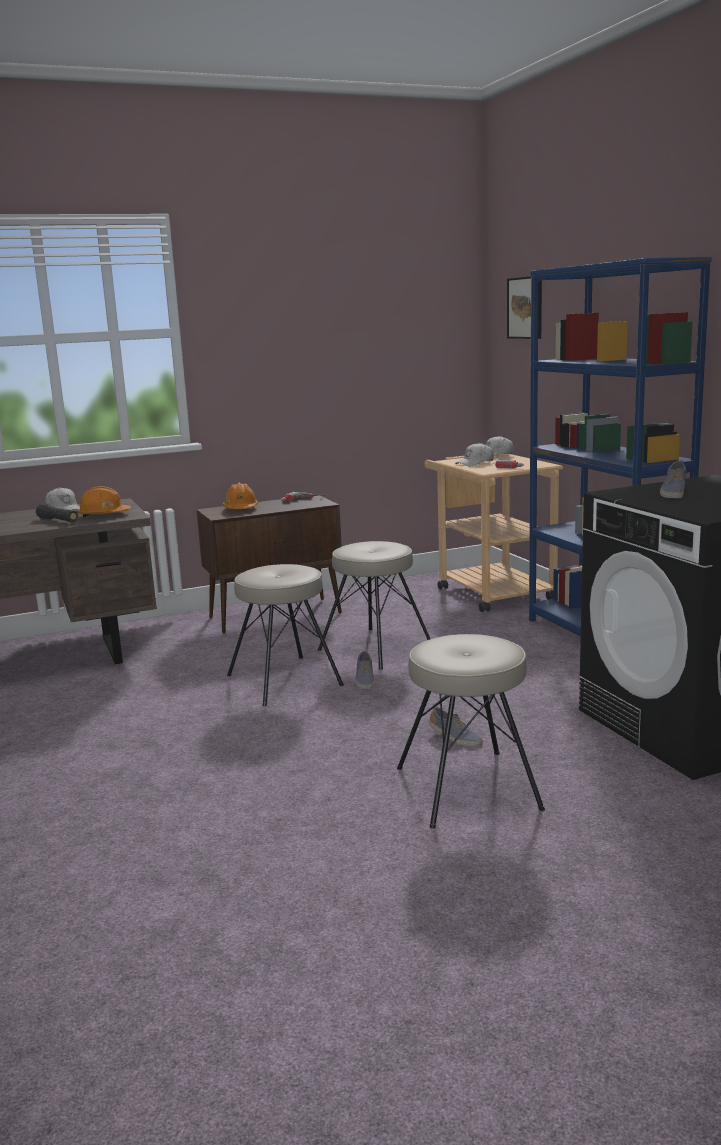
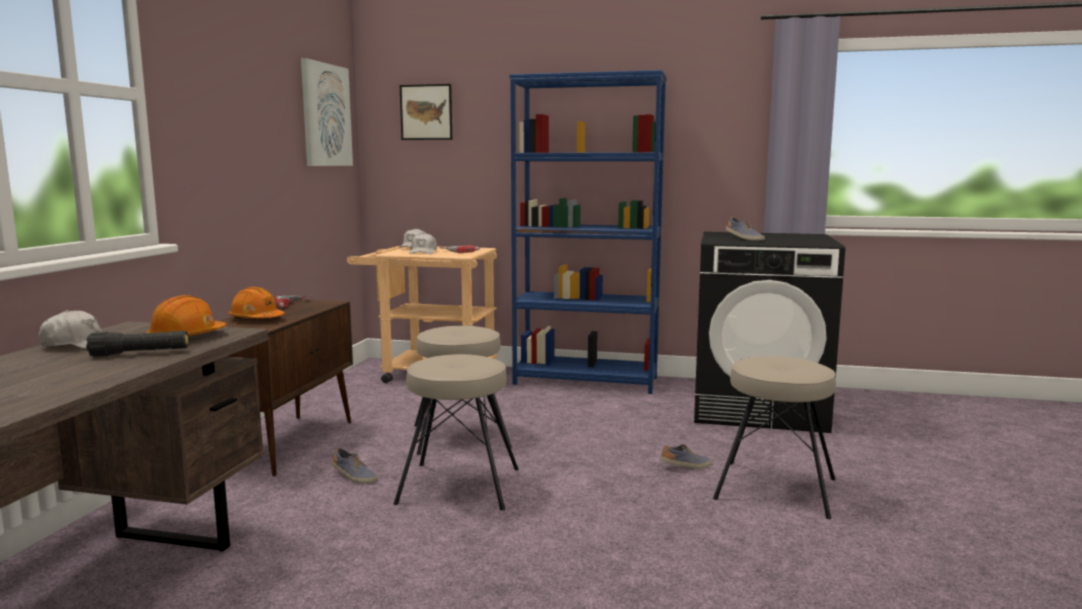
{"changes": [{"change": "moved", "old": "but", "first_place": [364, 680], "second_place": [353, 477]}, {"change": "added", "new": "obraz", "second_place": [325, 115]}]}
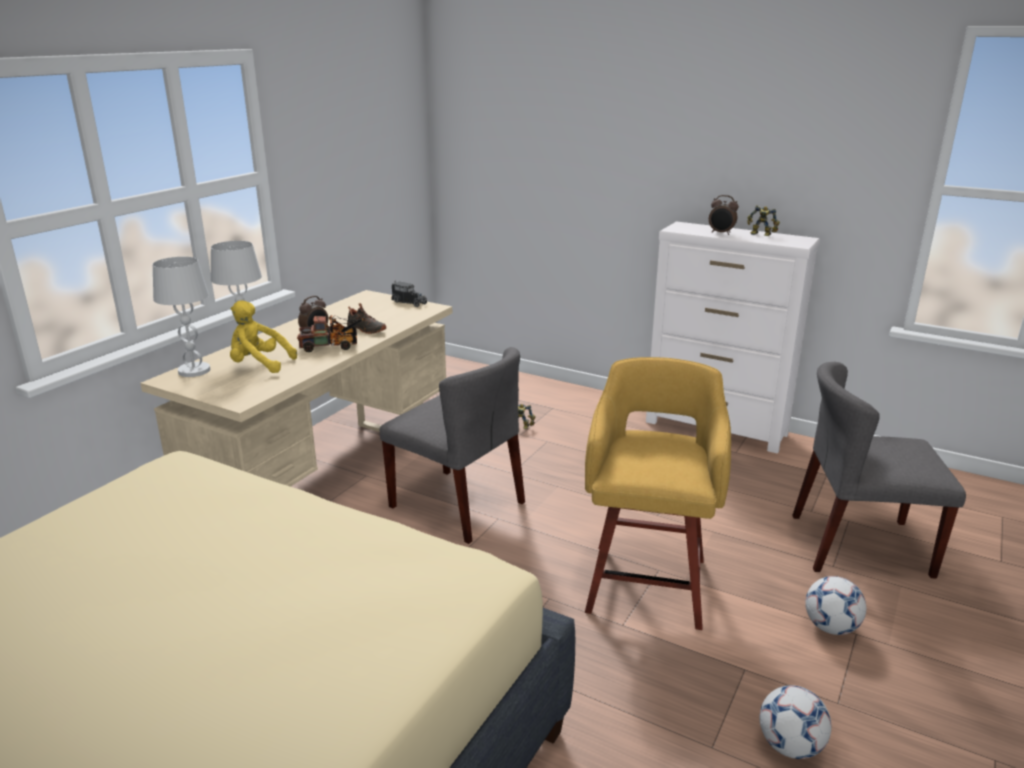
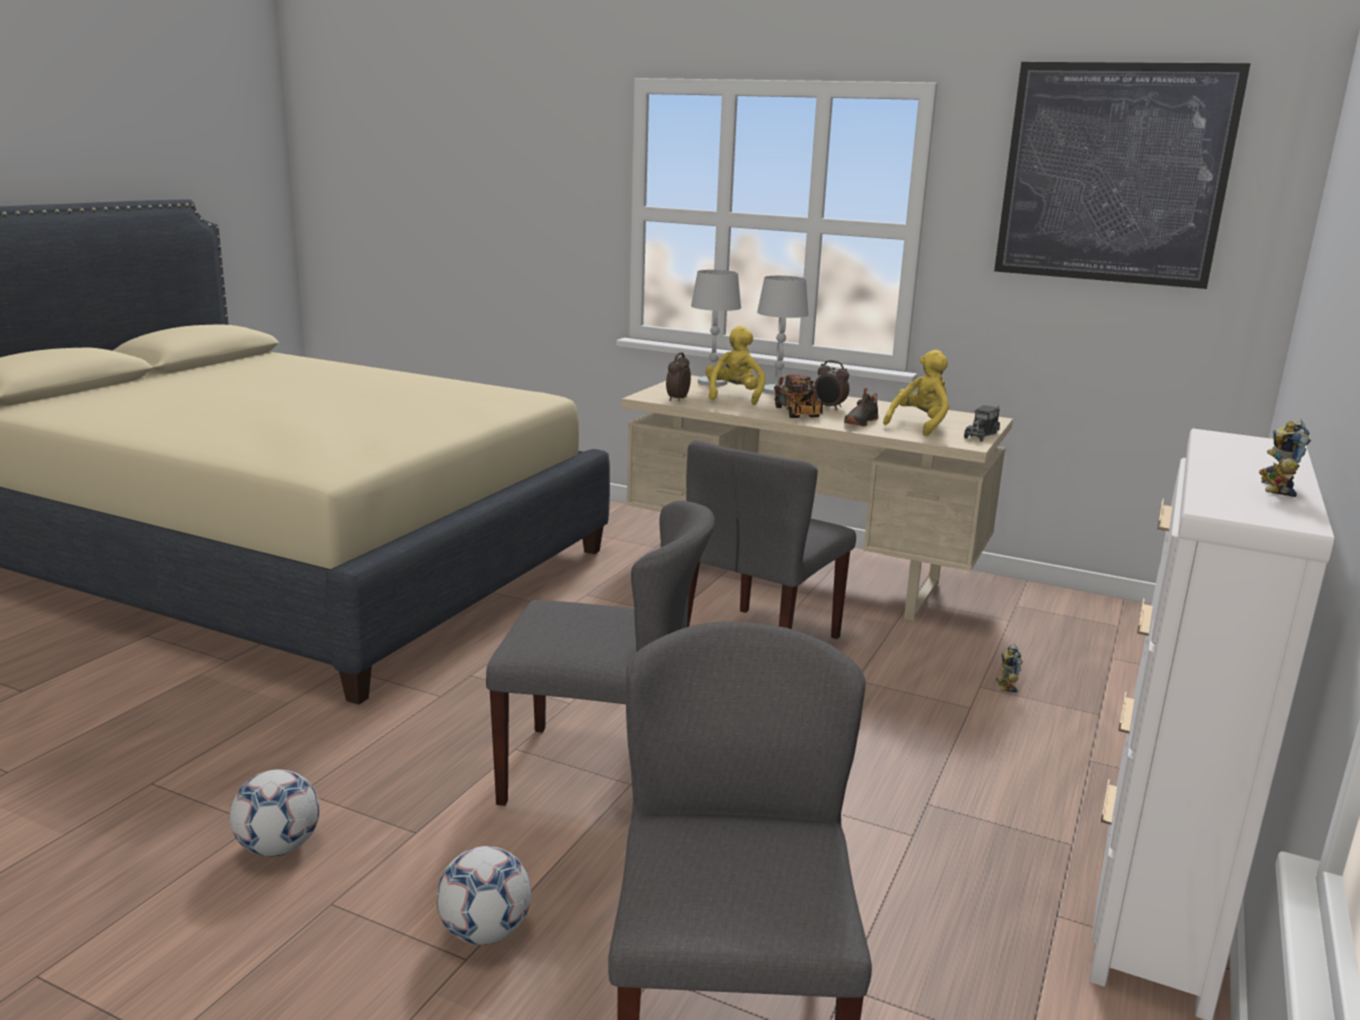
{"changes": [{"change": "moved", "old": "budzik", "first_place": [721, 233], "second_place": [677, 399]}, {"change": "replaced", "old": "stołek/żółty", "new": "krzesło/szary", "first_place": [648, 581], "second_place": [602, 773]}, {"change": "added", "new": "obraz", "second_place": [1113, 174]}, {"change": "added", "new": "pluszak/żółty", "second_place": [920, 425]}]}
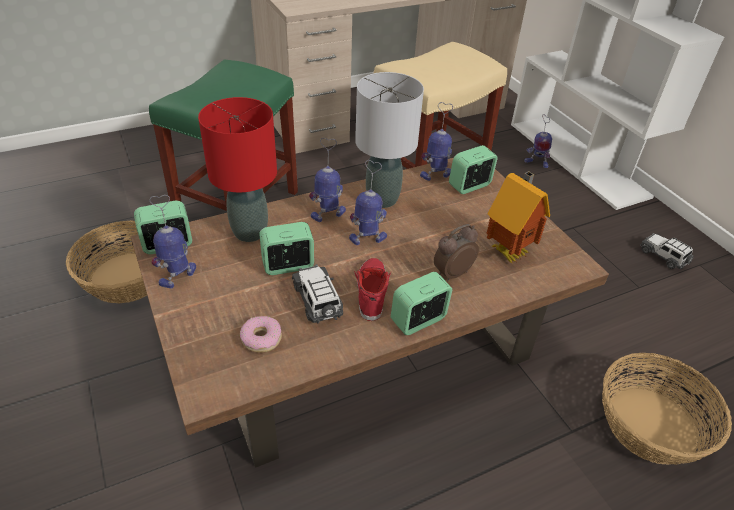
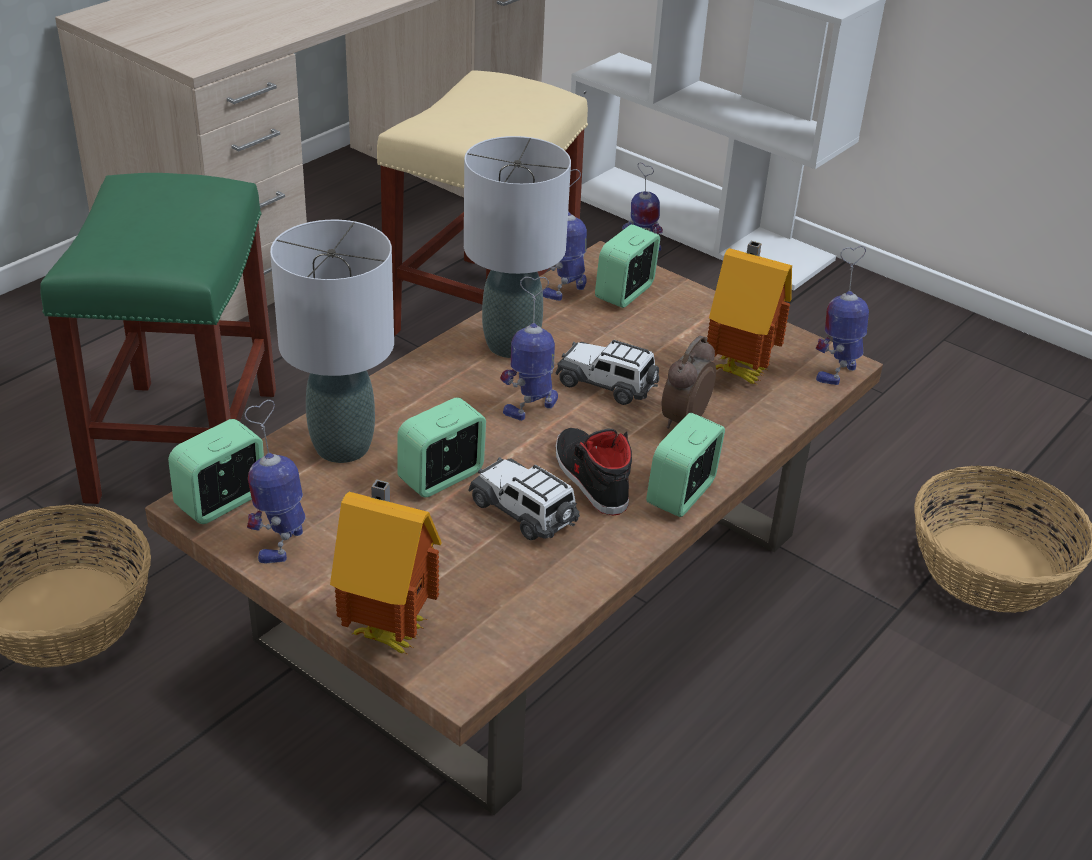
{"changes": [{"change": "recoloured", "old": "lampa stołowa/czerwony", "new": "lampa stołowa/szary", "first_place": [249, 232], "second_place": [341, 447]}, {"change": "moved", "old": "robot zabawkowy", "first_place": [329, 214], "second_place": [837, 371]}, {"change": "moved", "old": "samochodzik", "first_place": [663, 256], "second_place": [607, 384]}, {"change": "recoloured", "old": "but/czerwony", "new": "but/czarny", "first_place": [370, 291], "second_place": [589, 477]}, {"change": "removed", "old": "donut", "first_place": [261, 338]}, {"change": "added", "new": "domek", "second_place": [390, 630]}]}
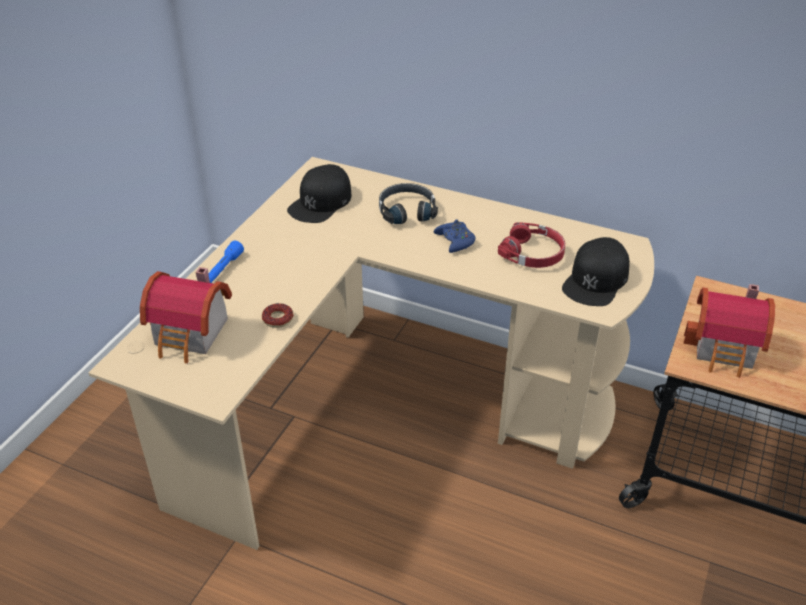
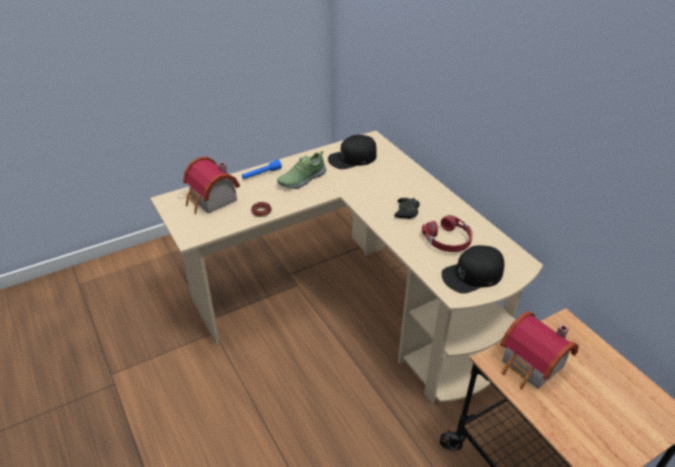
{"changes": [{"change": "removed", "old": "słuchawki/czarny", "first_place": [406, 210]}, {"change": "recoloured", "old": "pad do gier/niebieski", "new": "pad do gier/czarny", "first_place": [455, 241], "second_place": [407, 211]}, {"change": "added", "new": "but", "second_place": [301, 179]}]}
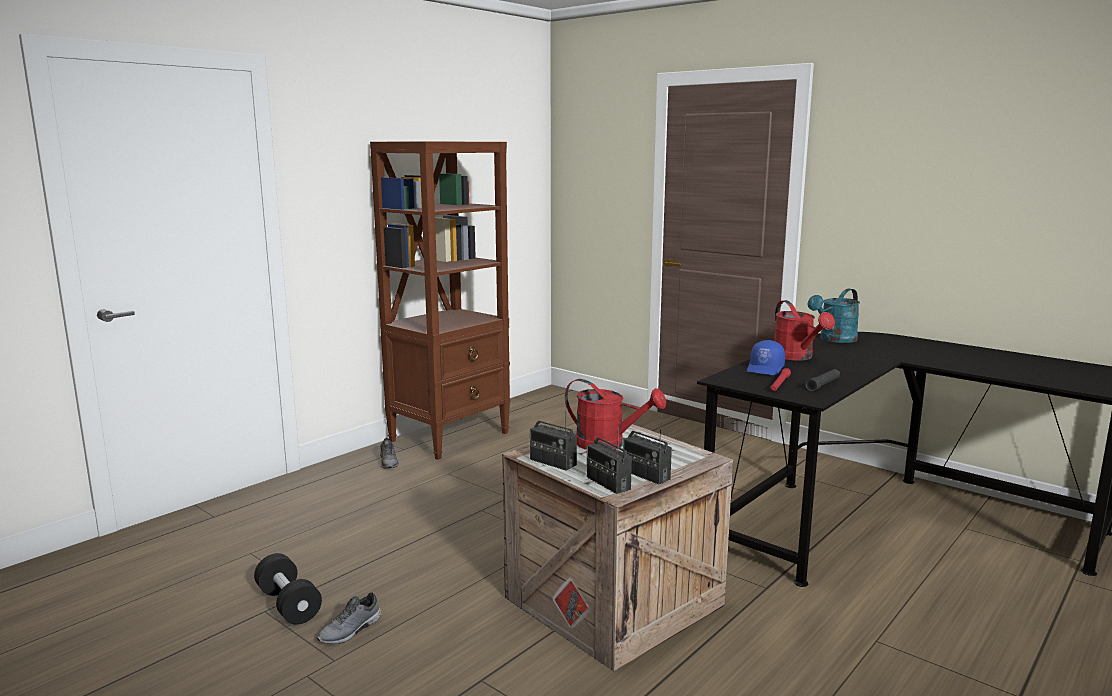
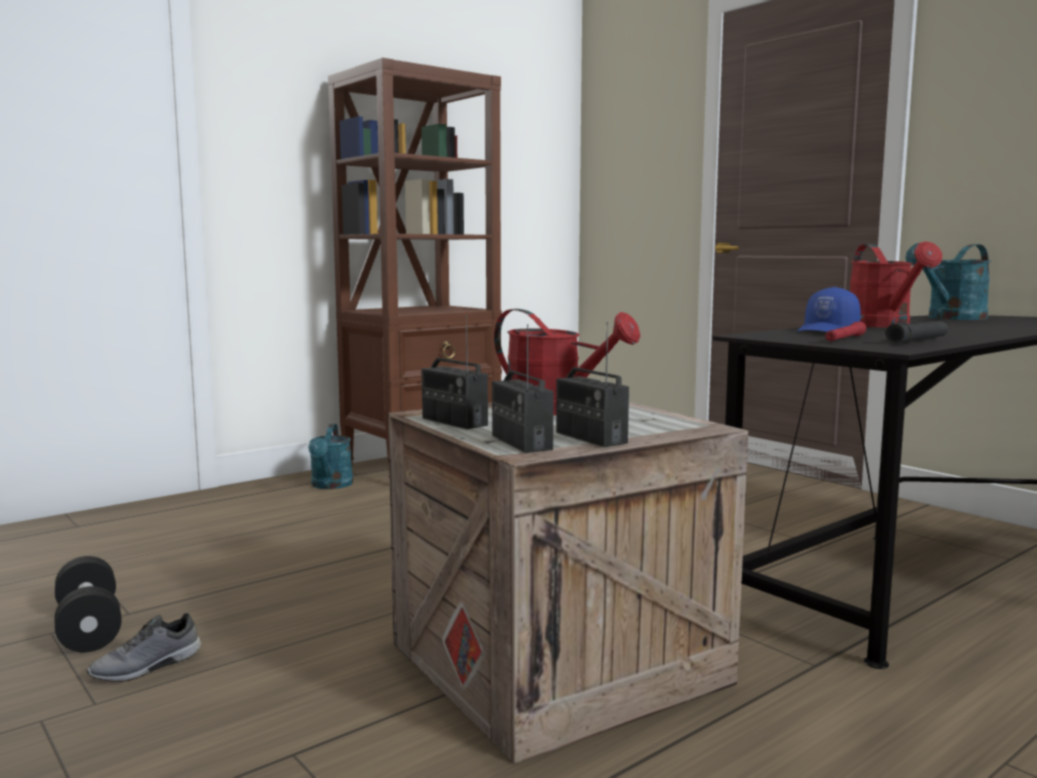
{"changes": [{"change": "replaced", "old": "but/szary", "new": "konewka/turkusowy", "first_place": [389, 462], "second_place": [331, 485]}]}
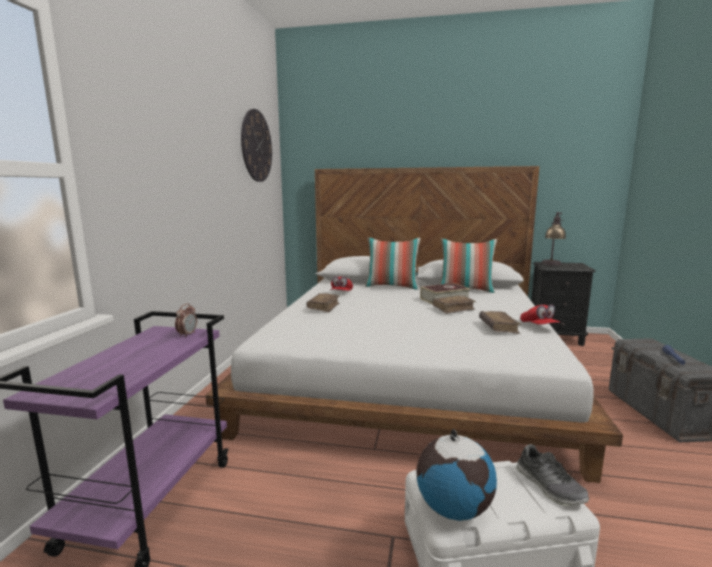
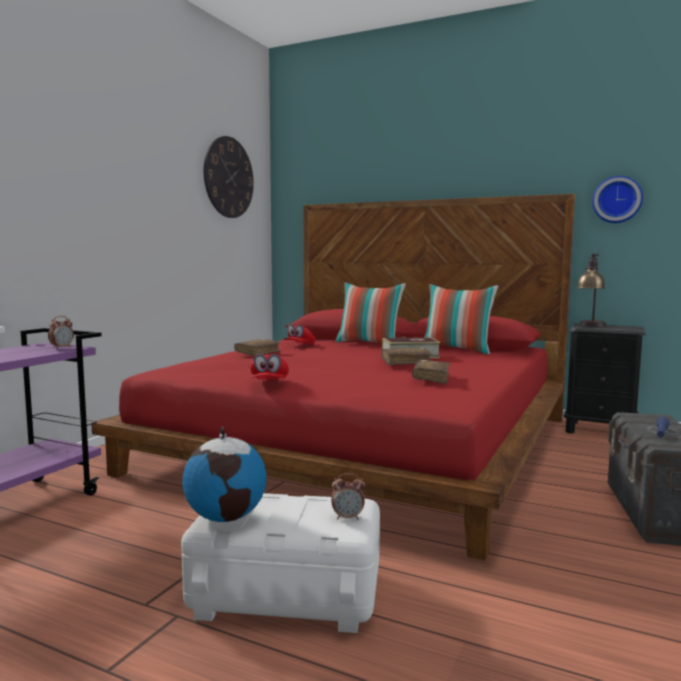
{"changes": [{"change": "recoloured", "old": "łóżko/biały", "new": "łóżko/czerwony", "first_place": [409, 371], "second_place": [364, 443]}, {"change": "moved", "old": "czapka z daszkiem/czerwony", "first_place": [539, 326], "second_place": [269, 384]}, {"change": "replaced", "old": "but", "new": "budzik", "first_place": [549, 487], "second_place": [348, 517]}, {"change": "added", "new": "zegar ścienny", "second_place": [617, 200]}]}
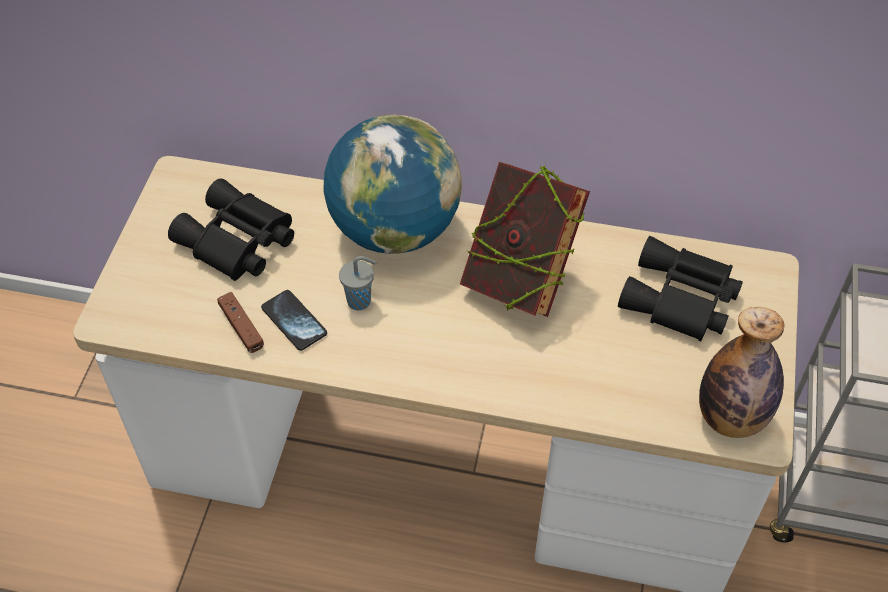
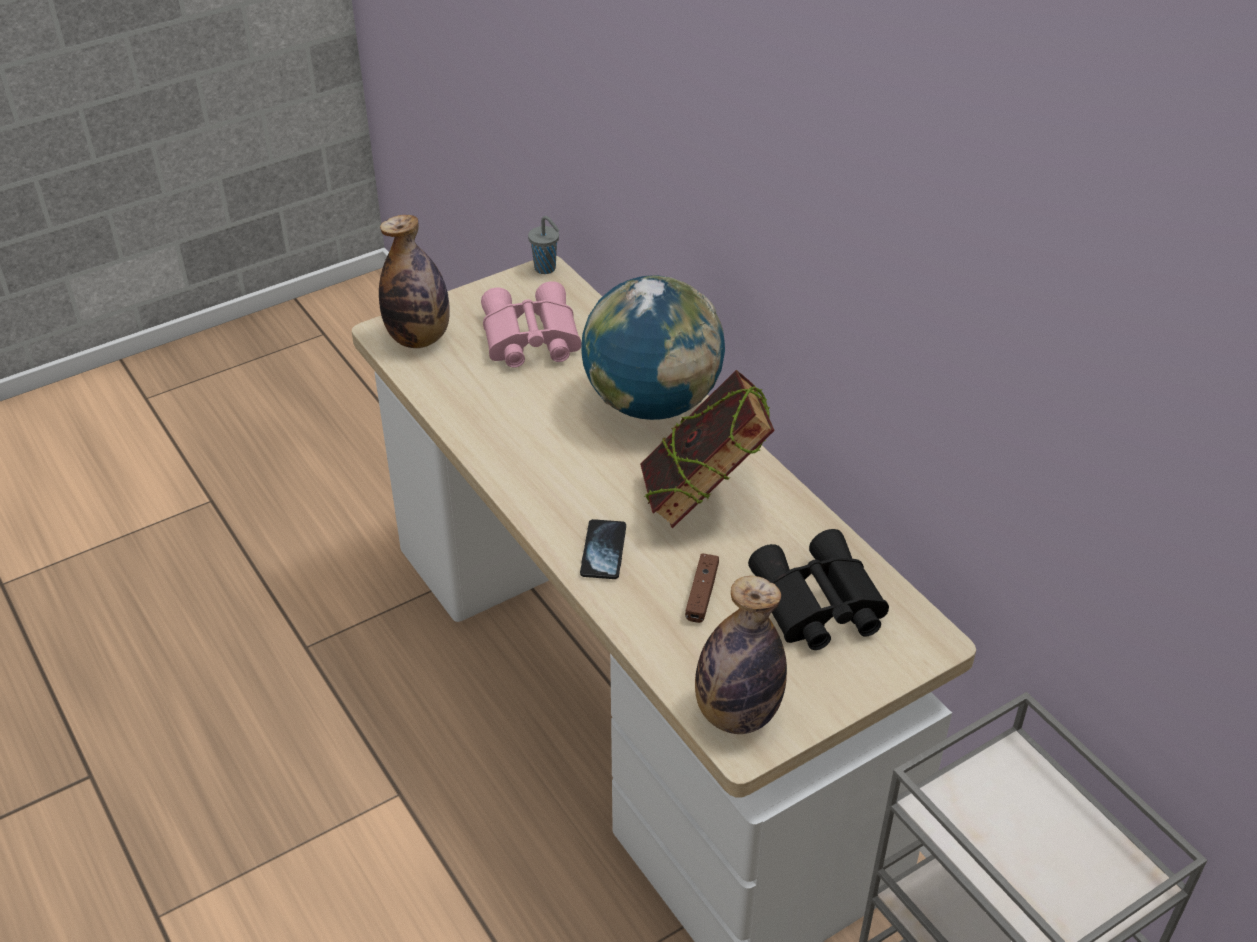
{"changes": [{"change": "recoloured", "old": "lornetka/czarny", "new": "lornetka/różowy", "first_place": [236, 242], "second_place": [528, 339]}, {"change": "moved", "old": "filiżanka/szary", "first_place": [360, 301], "second_place": [546, 269]}, {"change": "moved", "old": "telefon", "first_place": [294, 321], "second_place": [603, 551]}, {"change": "moved", "old": "pad do gier/brązowy", "first_place": [241, 327], "second_place": [702, 594]}, {"change": "added", "new": "butelka", "second_place": [419, 338]}]}
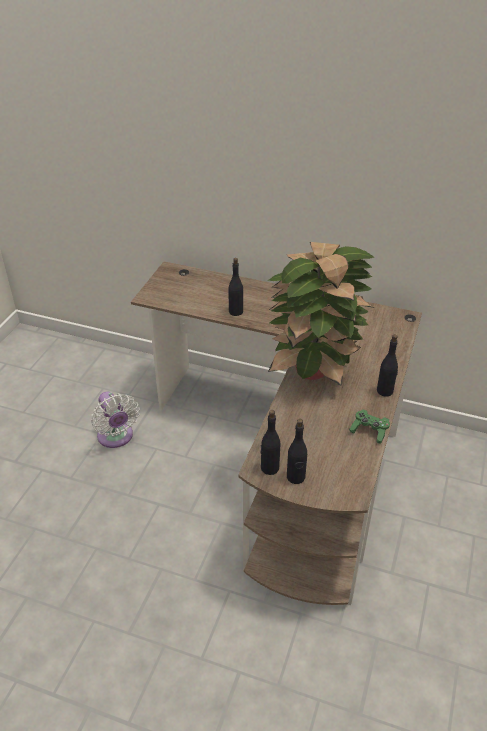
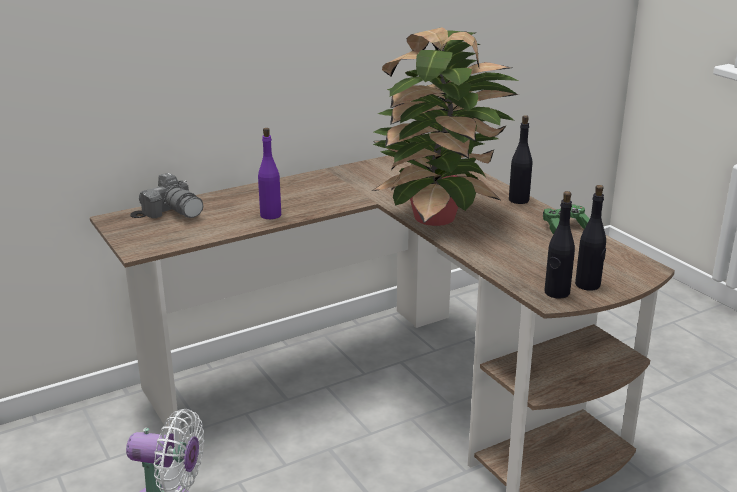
{"changes": [{"change": "recoloured", "old": "butelka/czarny", "new": "butelka/fioletowy", "first_place": [236, 311], "second_place": [270, 215]}, {"change": "added", "new": "aparat fotograficzny", "second_place": [174, 211]}]}
